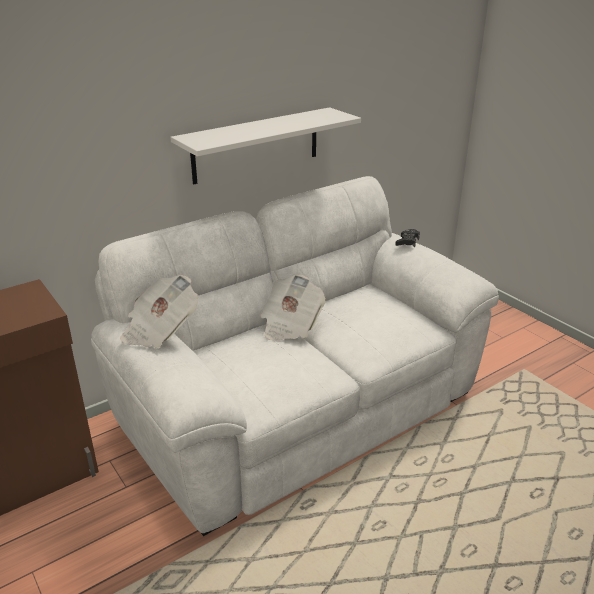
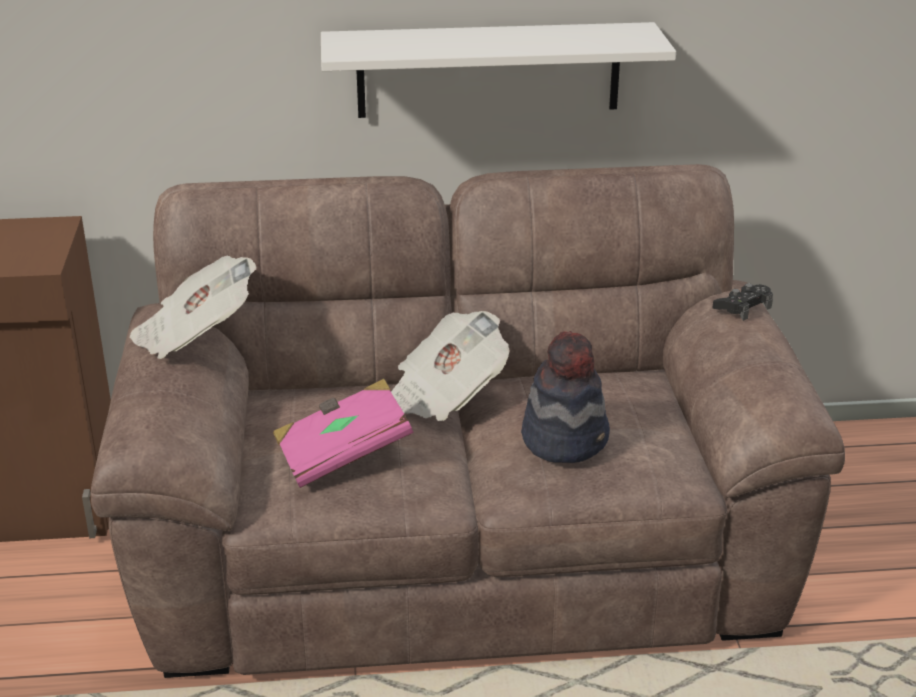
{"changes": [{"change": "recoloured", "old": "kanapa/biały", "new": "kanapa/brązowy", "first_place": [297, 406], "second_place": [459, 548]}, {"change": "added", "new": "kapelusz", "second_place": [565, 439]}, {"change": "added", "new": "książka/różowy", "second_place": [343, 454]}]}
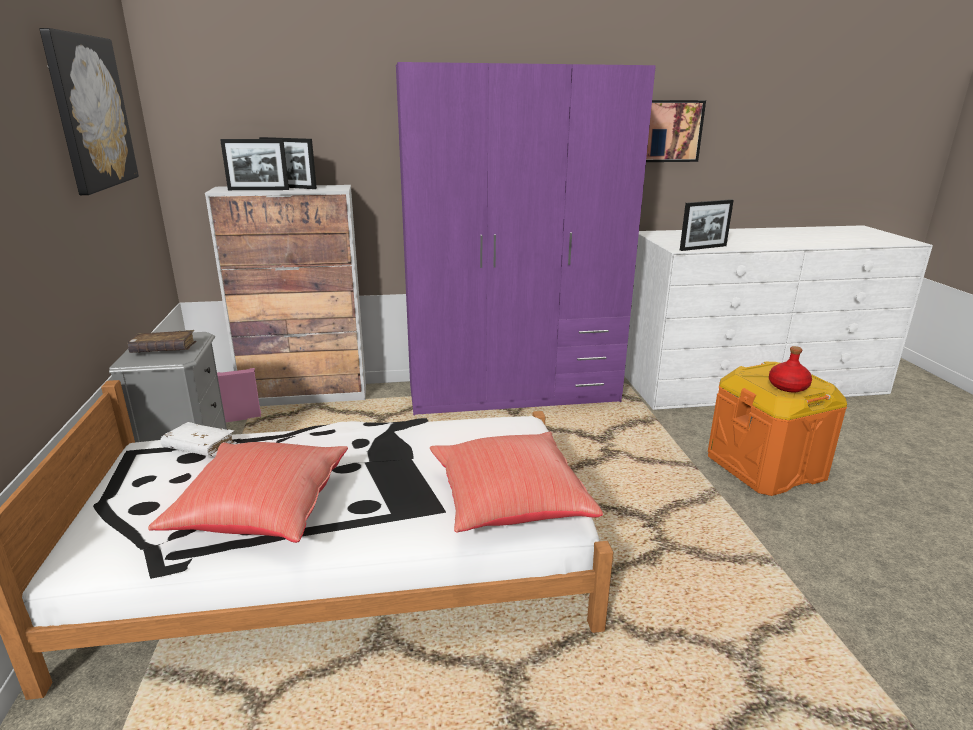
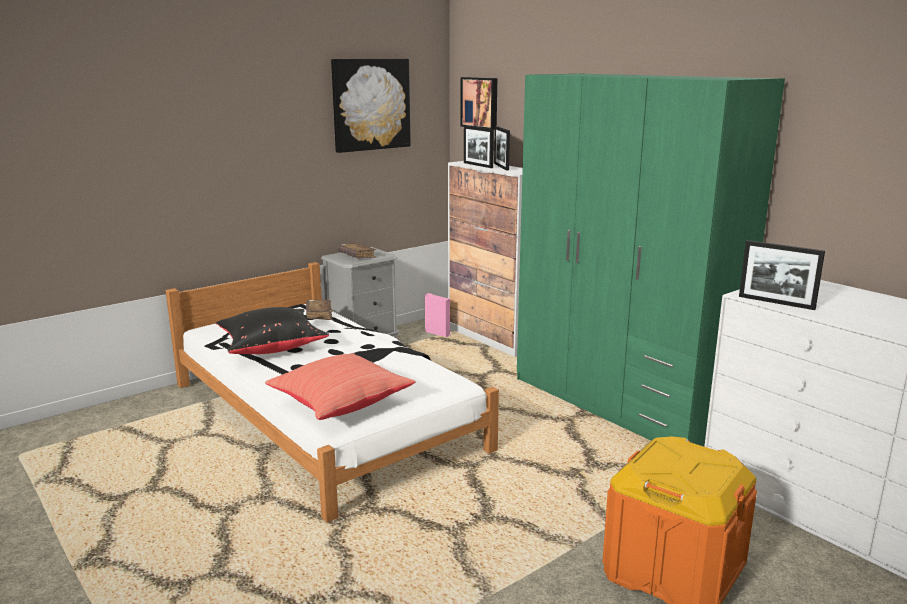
{"changes": [{"change": "recoloured", "old": "szafa/fioletowy", "new": "szafa/zielony", "first_place": [513, 393], "second_place": [619, 404]}, {"change": "moved", "old": "obraz", "first_place": [671, 131], "second_place": [480, 103]}, {"change": "removed", "old": "butelka/czerwony", "first_place": [787, 386]}, {"change": "recoloured", "old": "książka/biały", "new": "książka/brązowy", "first_place": [200, 447], "second_place": [319, 315]}, {"change": "recoloured", "old": "poduszka/czerwony", "new": "poduszka/czarny", "first_place": [260, 512], "second_place": [271, 347]}]}
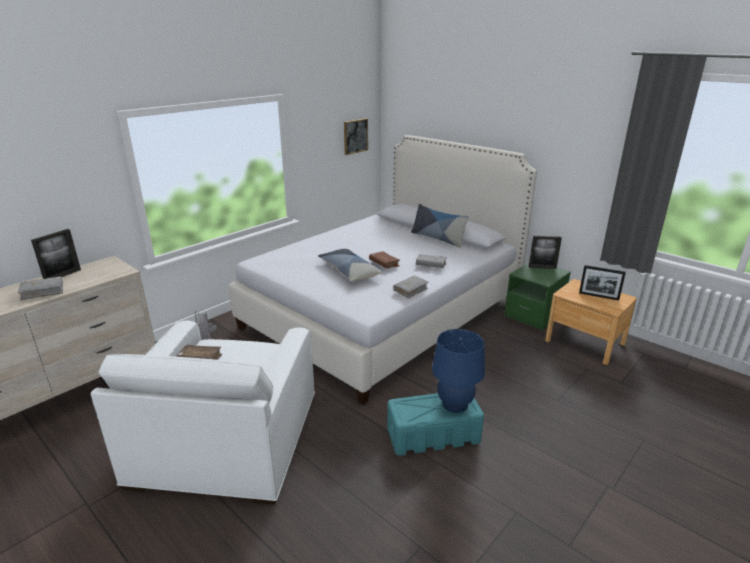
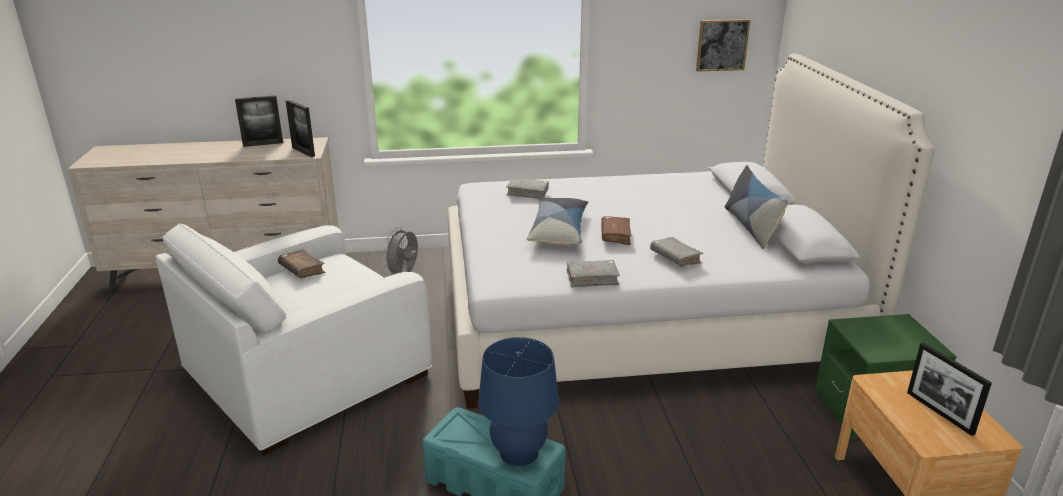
{"changes": [{"change": "moved", "old": "ramka na zdjęcie", "first_place": [542, 267], "second_place": [303, 152]}, {"change": "moved", "old": "książka/szary", "first_place": [43, 292], "second_place": [528, 193]}]}
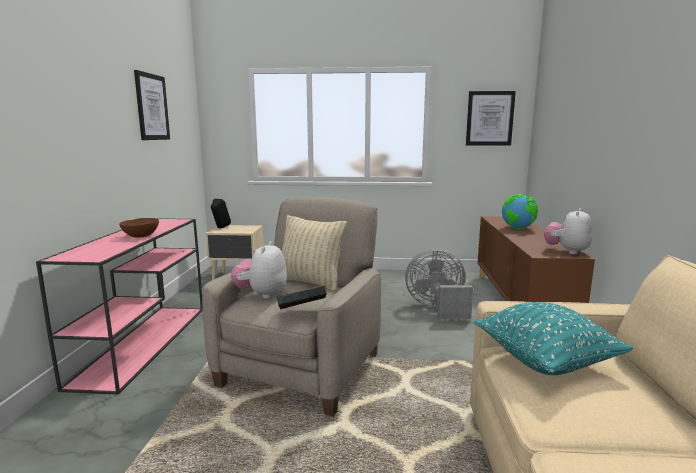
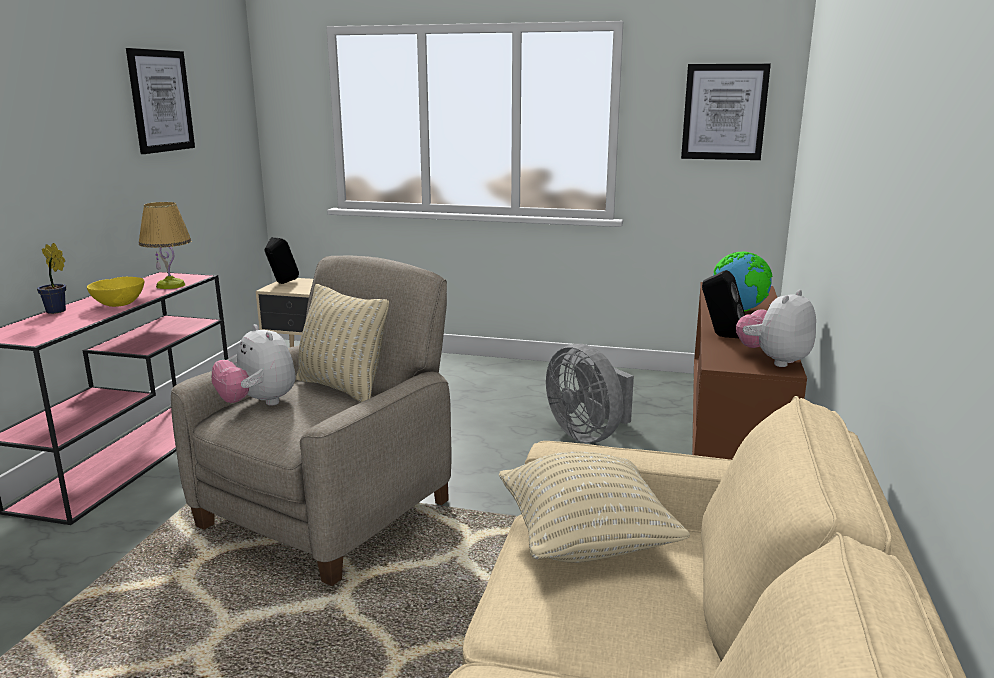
{"changes": [{"change": "recoloured", "old": "miska/brązowy", "new": "miska/żółty", "first_place": [140, 236], "second_place": [118, 304]}, {"change": "turned", "old": "pluszak", "first_place": [262, 294], "second_place": [258, 403], "degrees": -60}, {"change": "turned", "old": "wentylator/szary", "first_place": [437, 308], "second_place": [588, 434], "degrees": -135}, {"change": "removed", "old": "książka", "first_place": [302, 312]}, {"change": "recoloured", "old": "poduszka/turkusowy", "new": "poduszka/beżowy", "first_place": [545, 361], "second_place": [585, 541]}, {"change": "added", "new": "lampa stołowa", "second_place": [171, 285]}, {"change": "added", "new": "roślina doniczkowa", "second_place": [58, 311]}, {"change": "added", "new": "głośnik/czarny", "second_place": [721, 336]}]}
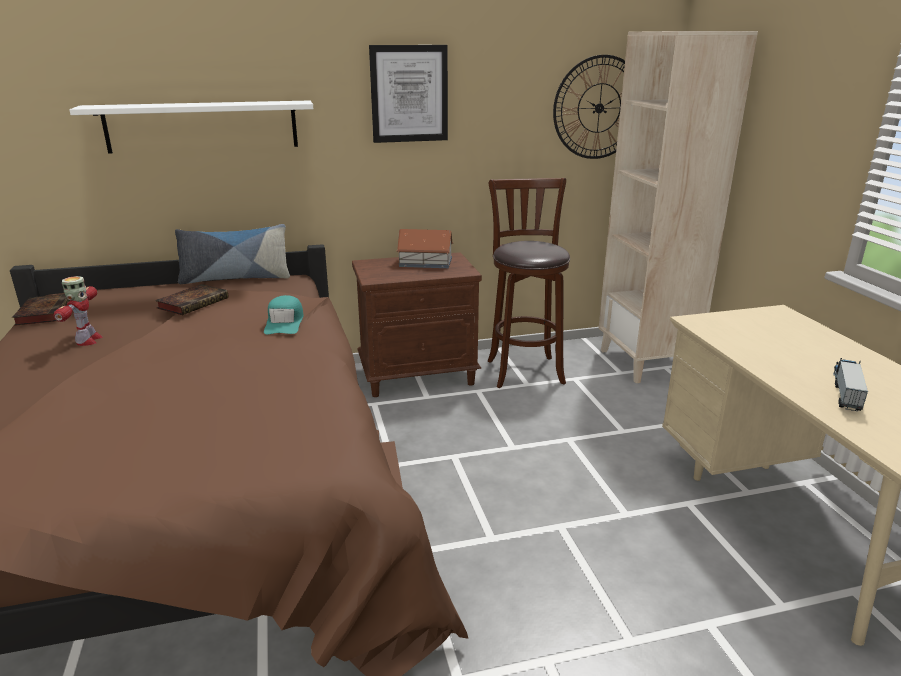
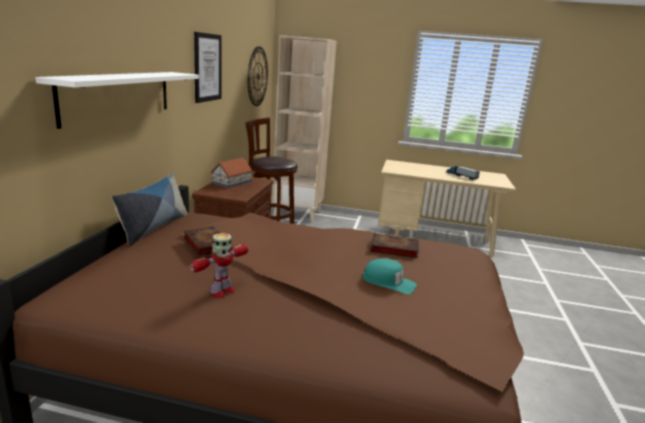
{"changes": [{"change": "turned", "old": "robot zabawkowy", "first_place": [88, 340], "second_place": [221, 292], "degrees": 105}, {"change": "moved", "old": "książka", "first_place": [44, 313], "second_place": [393, 249]}, {"change": "moved", "old": "czapka z daszkiem/turkusowy", "first_place": [284, 323], "second_place": [389, 282]}]}
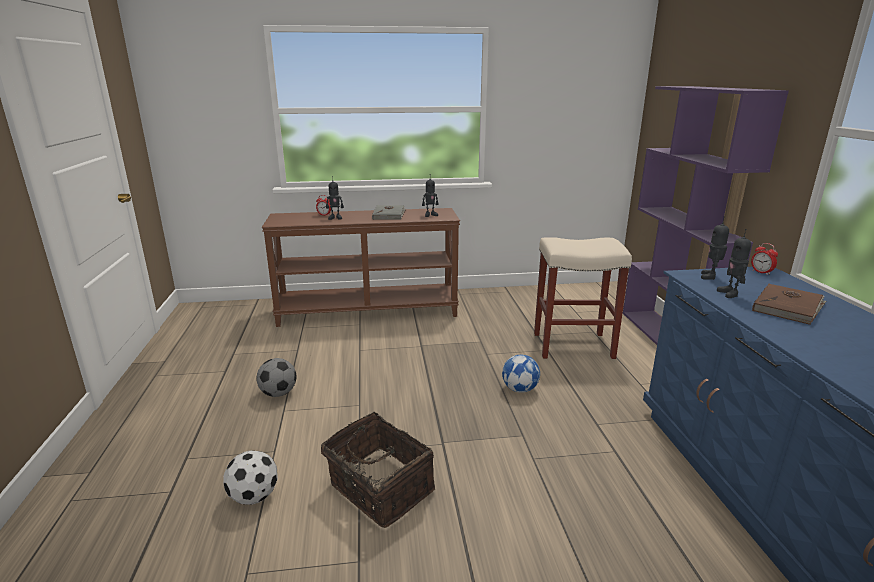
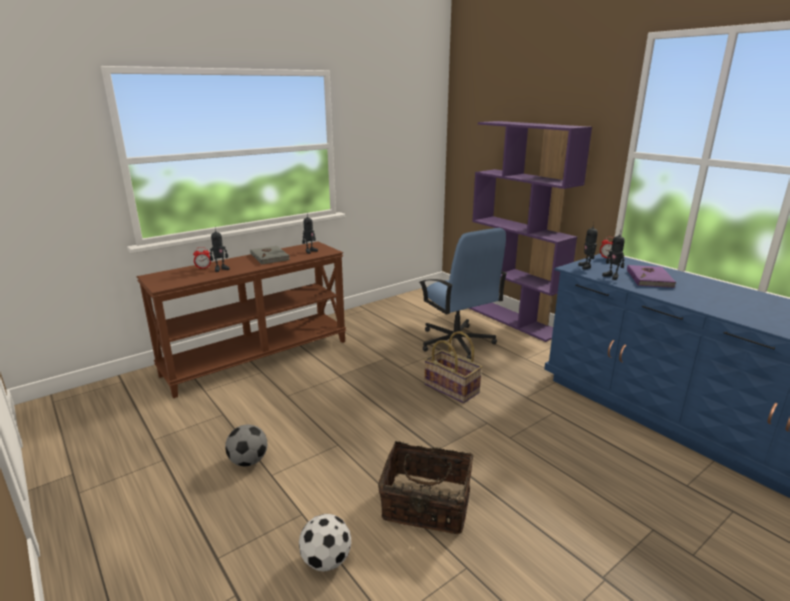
{"changes": [{"change": "replaced", "old": "stołek/beżowy", "new": "krzesło biurowe/niebieski", "first_place": [572, 346], "second_place": [456, 343]}, {"change": "recoloured", "old": "książka/brązowy", "new": "książka/fioletowy", "first_place": [788, 307], "second_place": [650, 278]}, {"change": "replaced", "old": "piłka futbolowa", "new": "koszyk", "first_place": [520, 389], "second_place": [452, 388]}]}
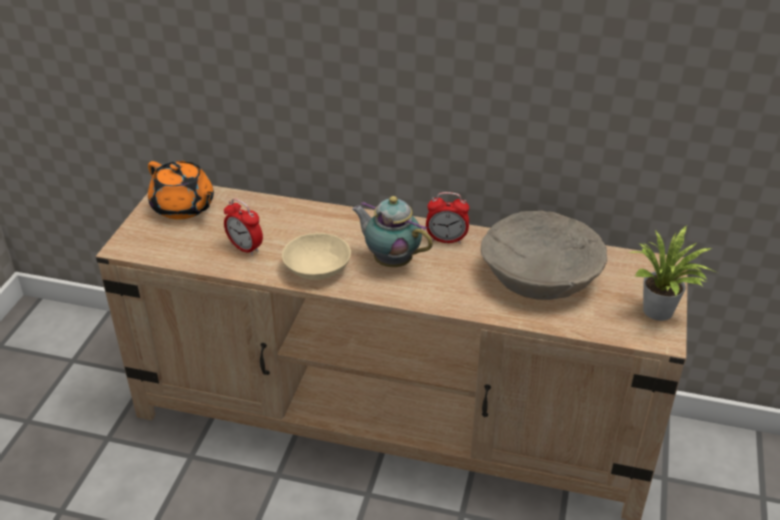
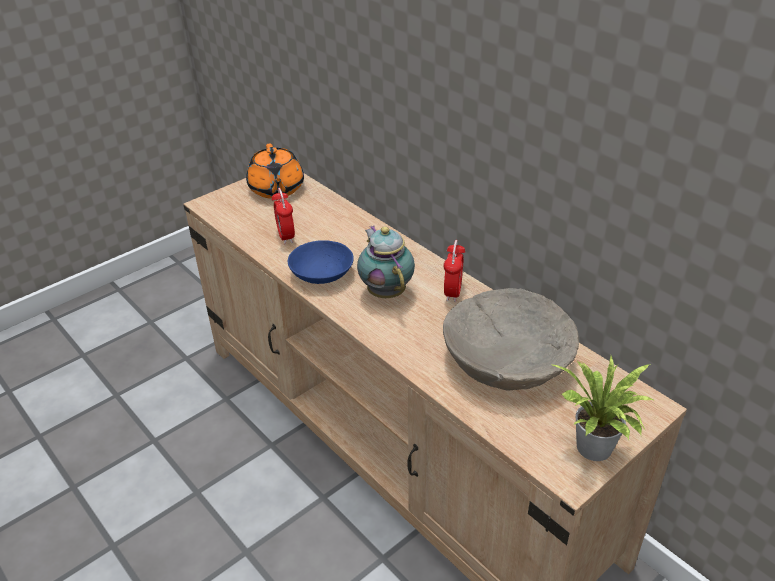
{"changes": [{"change": "turned", "old": "budzik", "first_place": [446, 240], "second_place": [453, 292], "degrees": -120}, {"change": "recoloured", "old": "miska/beżowy", "new": "miska/niebieski", "first_place": [318, 267], "second_place": [323, 273]}]}
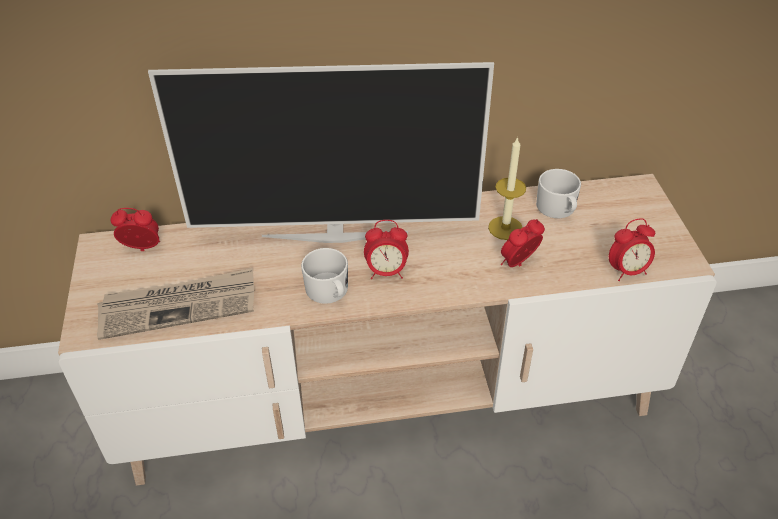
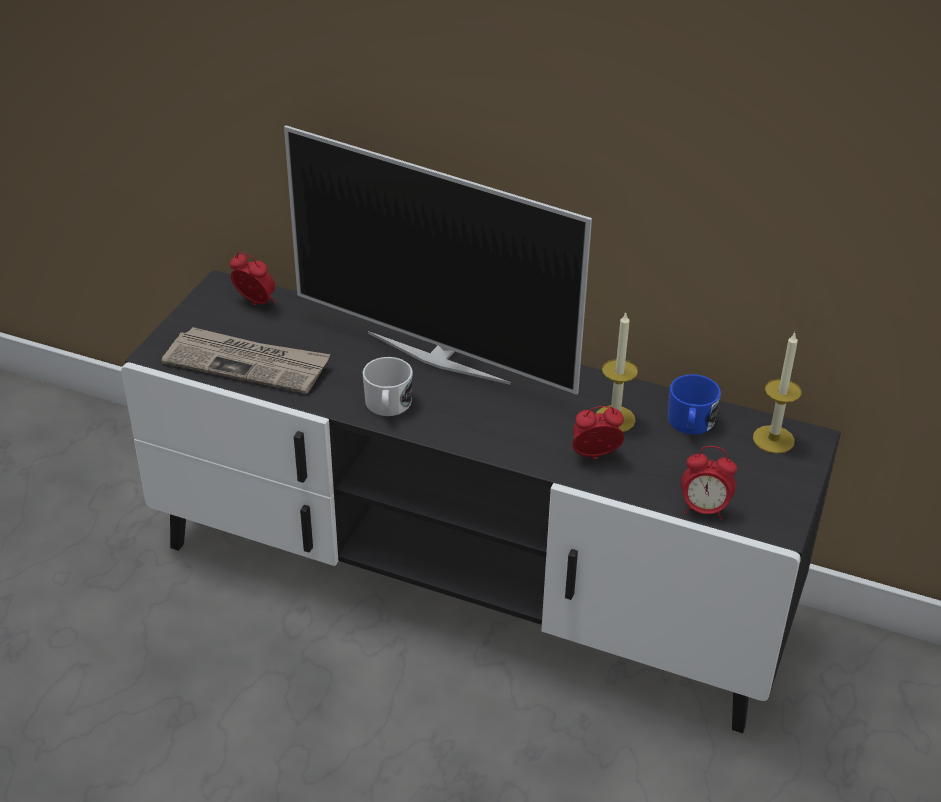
{"changes": [{"change": "recoloured", "old": "kubek/biały", "new": "kubek/niebieski", "first_place": [558, 209], "second_place": [690, 424]}, {"change": "recoloured", "old": "szafka pod telewizor/beżowy", "new": "szafka pod telewizor/czarny", "first_place": [390, 397], "second_place": [468, 582]}, {"change": "removed", "old": "budzik", "first_place": [386, 272]}, {"change": "added", "new": "świeca", "second_place": [773, 439]}]}
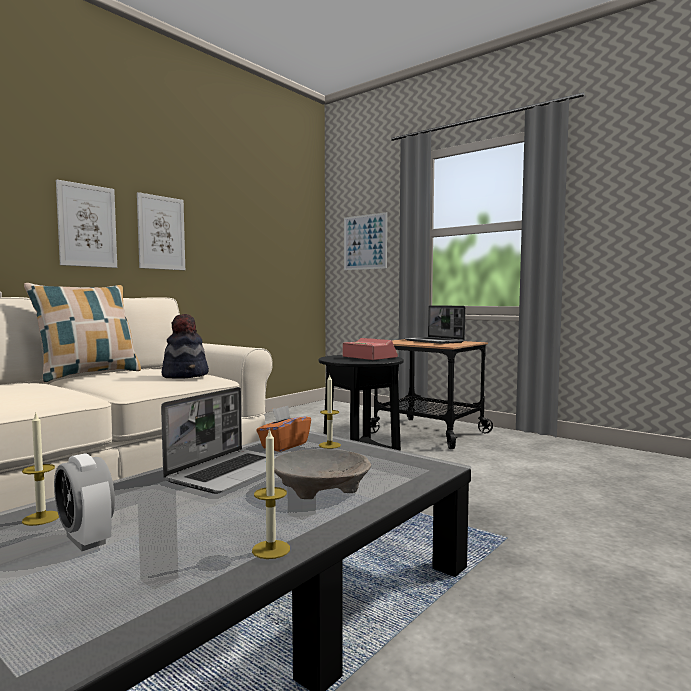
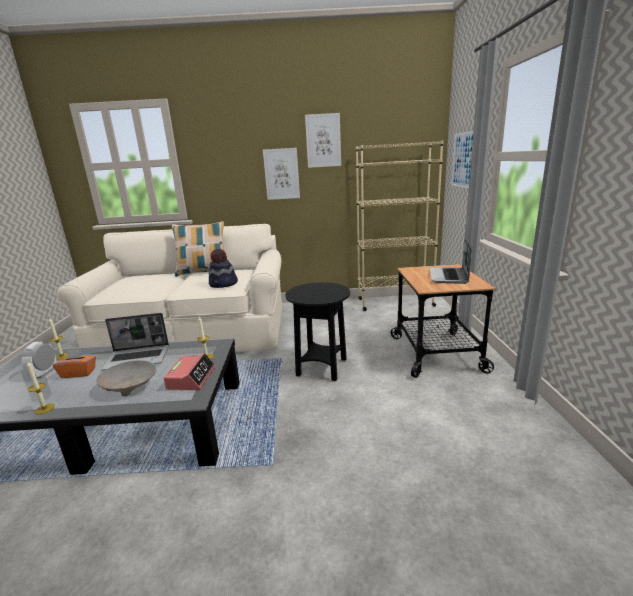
{"changes": [{"change": "moved", "old": "obraz", "first_place": [87, 226], "second_place": [323, 140]}, {"change": "moved", "old": "budzik", "first_place": [369, 357], "second_place": [191, 378]}, {"change": "moved", "old": "pudełko chusteczek/pomarańczowy", "first_place": [284, 445], "second_place": [79, 373]}, {"change": "added", "new": "regał/beżowy", "second_place": [394, 302]}]}
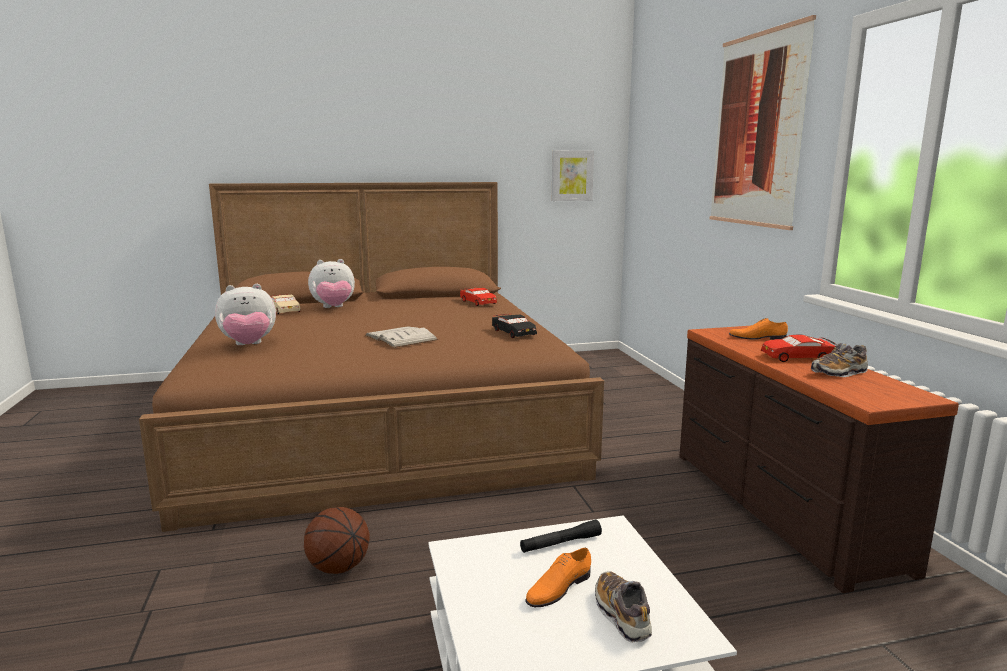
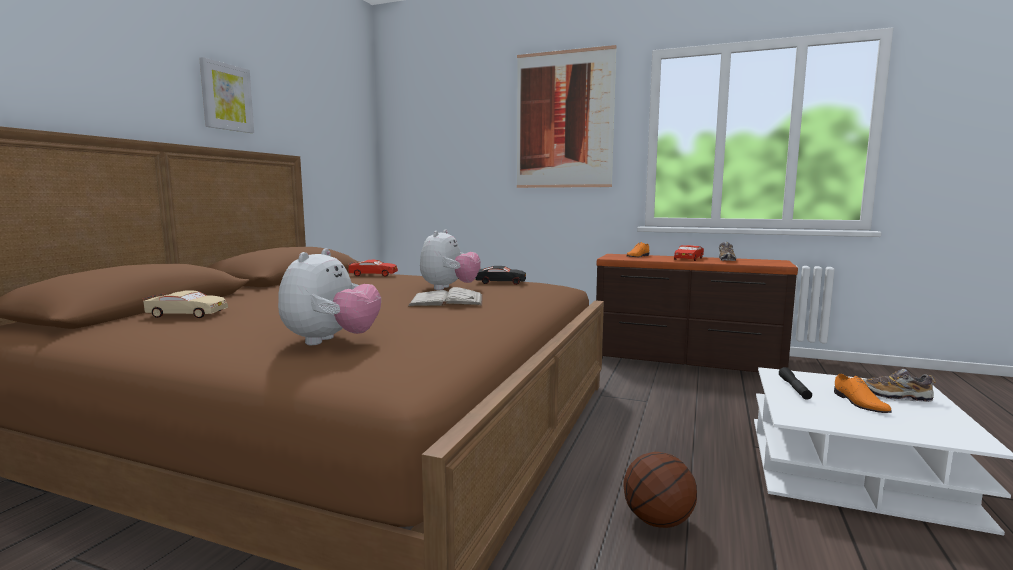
{"changes": [{"change": "moved", "old": "obraz", "first_place": [572, 175], "second_place": [226, 97]}, {"change": "moved", "old": "pluszak", "first_place": [333, 308], "second_place": [449, 288]}]}
